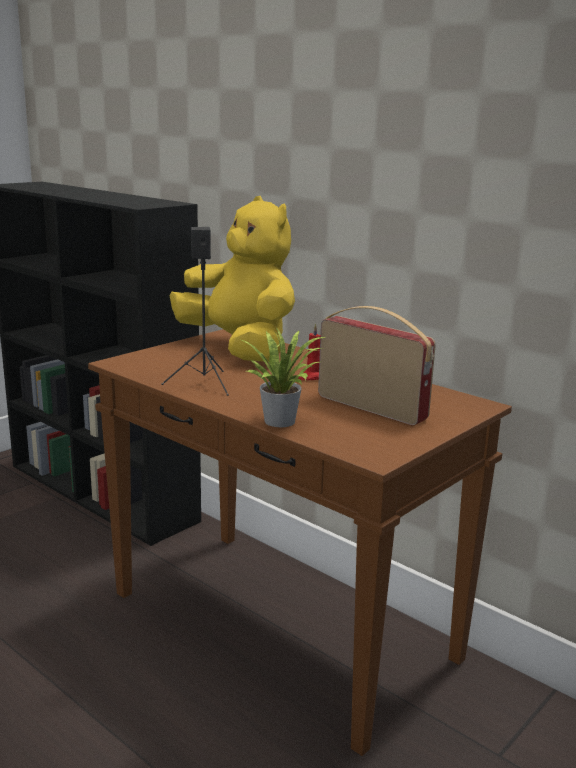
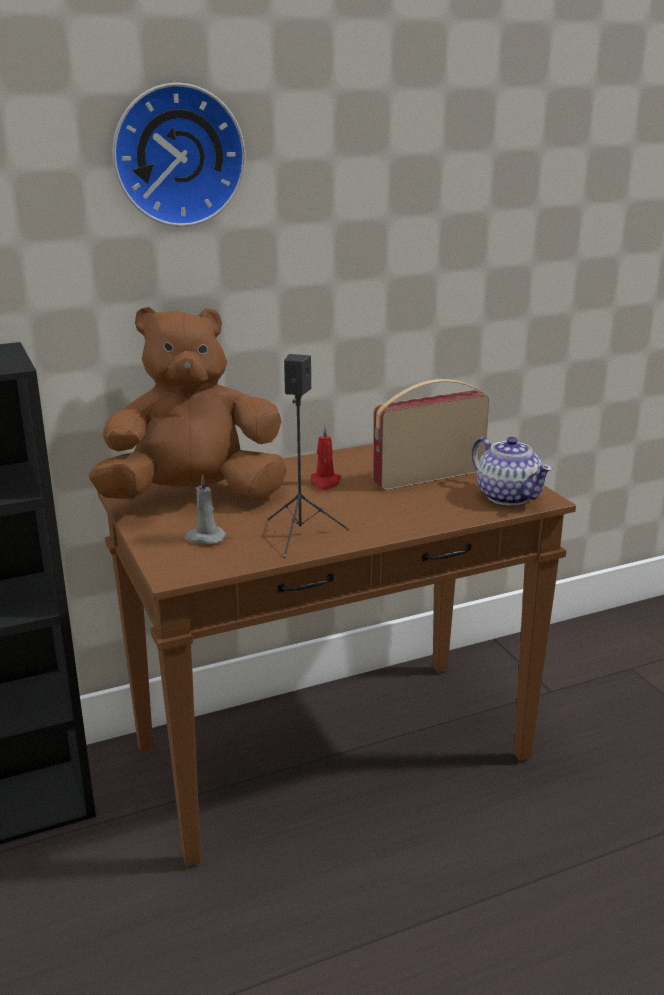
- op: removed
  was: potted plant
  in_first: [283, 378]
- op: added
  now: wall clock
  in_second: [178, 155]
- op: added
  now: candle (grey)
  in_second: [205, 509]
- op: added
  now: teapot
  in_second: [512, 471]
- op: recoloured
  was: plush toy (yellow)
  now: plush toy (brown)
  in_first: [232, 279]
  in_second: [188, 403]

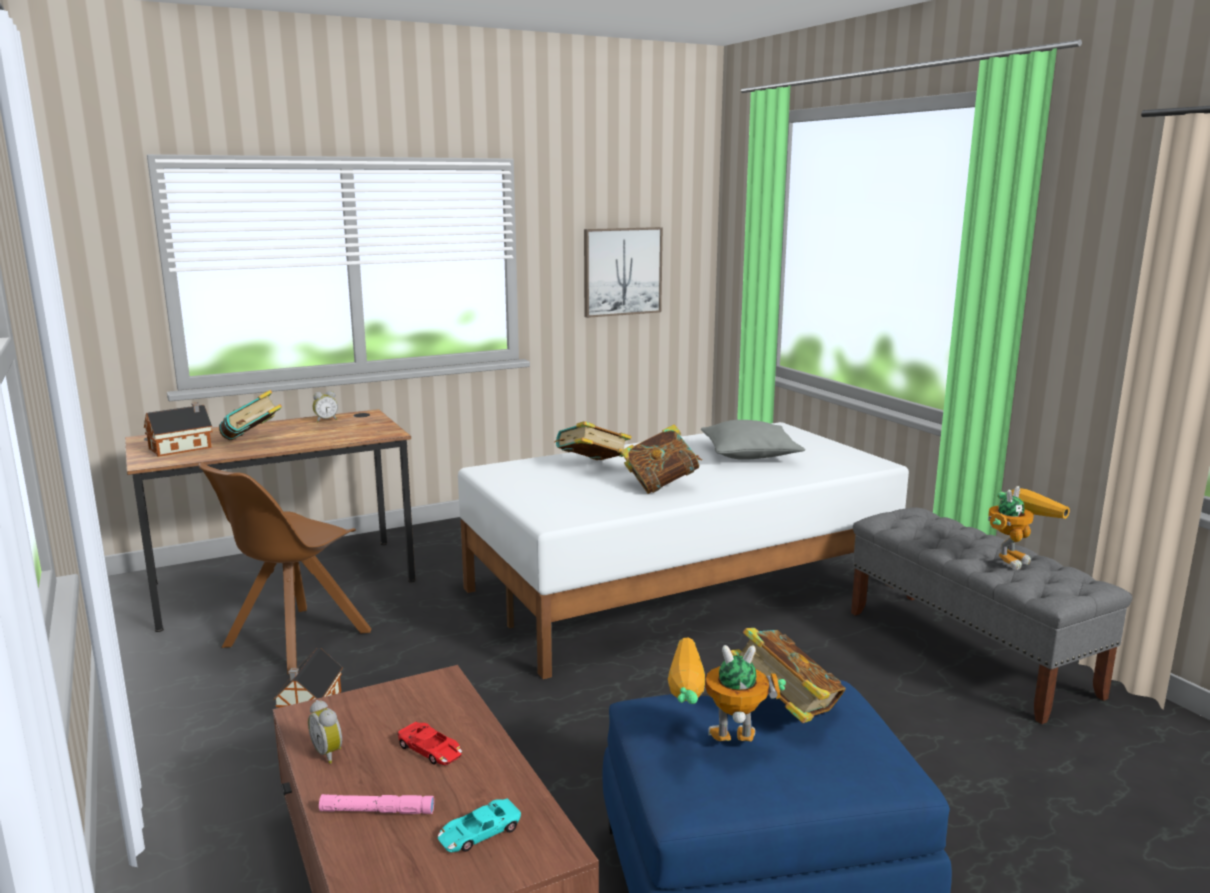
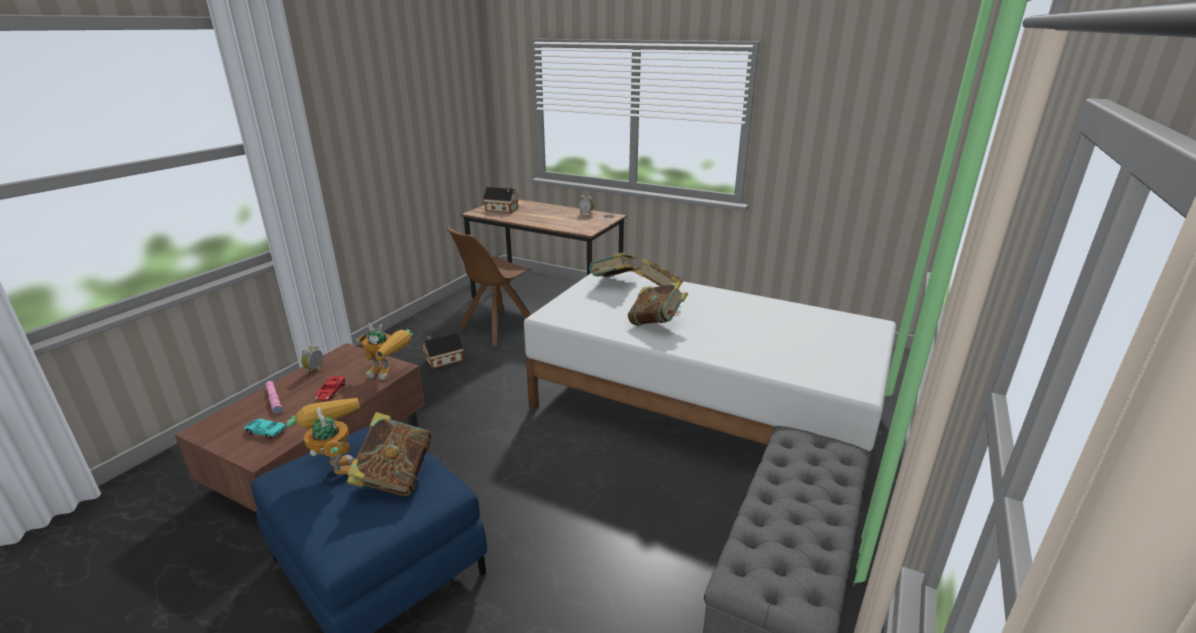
- op: removed
  was: picture
  in_first: [623, 272]
- op: removed
  was: pillow (grey)
  in_first: [753, 440]
- op: moved
  was: book
  in_first: [250, 415]
  in_second: [614, 265]
- op: moved
  was: toy robot
  in_first: [1029, 528]
  in_second: [384, 351]
- op: turned
  was: chair (brown)
  in_first: [284, 568]
  in_second: [489, 287]
  clockwise: -45

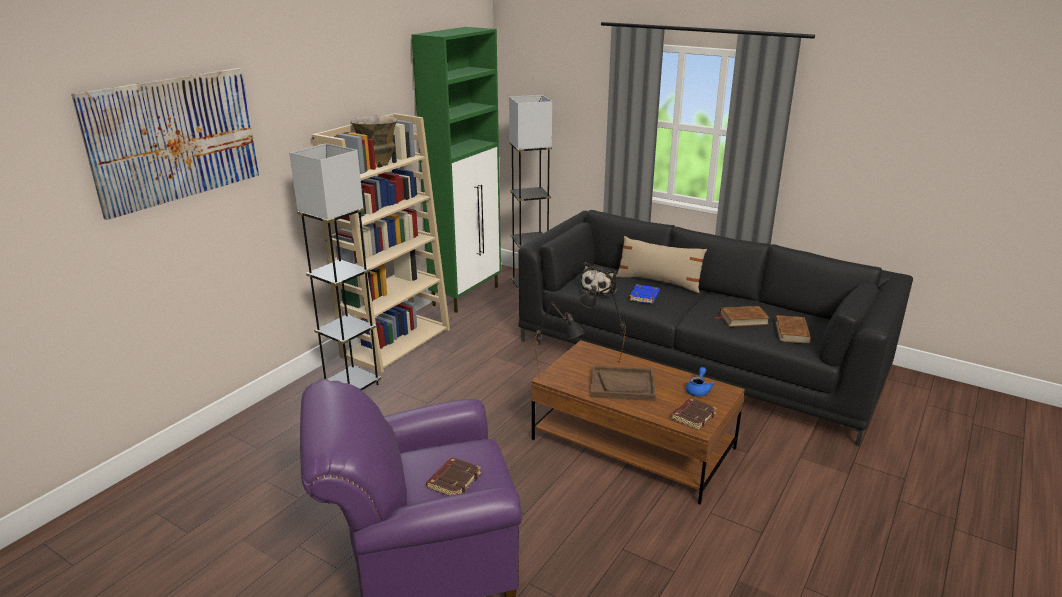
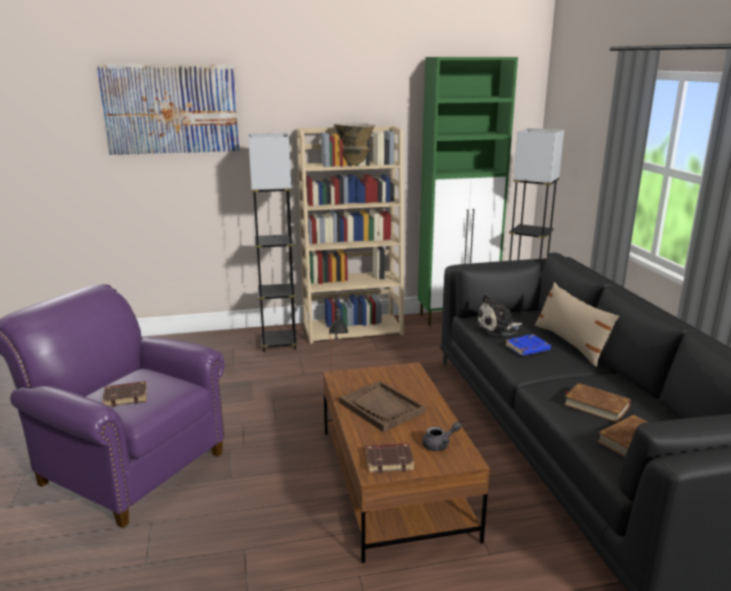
- op: removed
  was: table lamp (black)
  in_first: [602, 324]
- op: recoloured
  was: teapot (blue)
  now: teapot (grey)
  in_first: [700, 382]
  in_second: [441, 436]

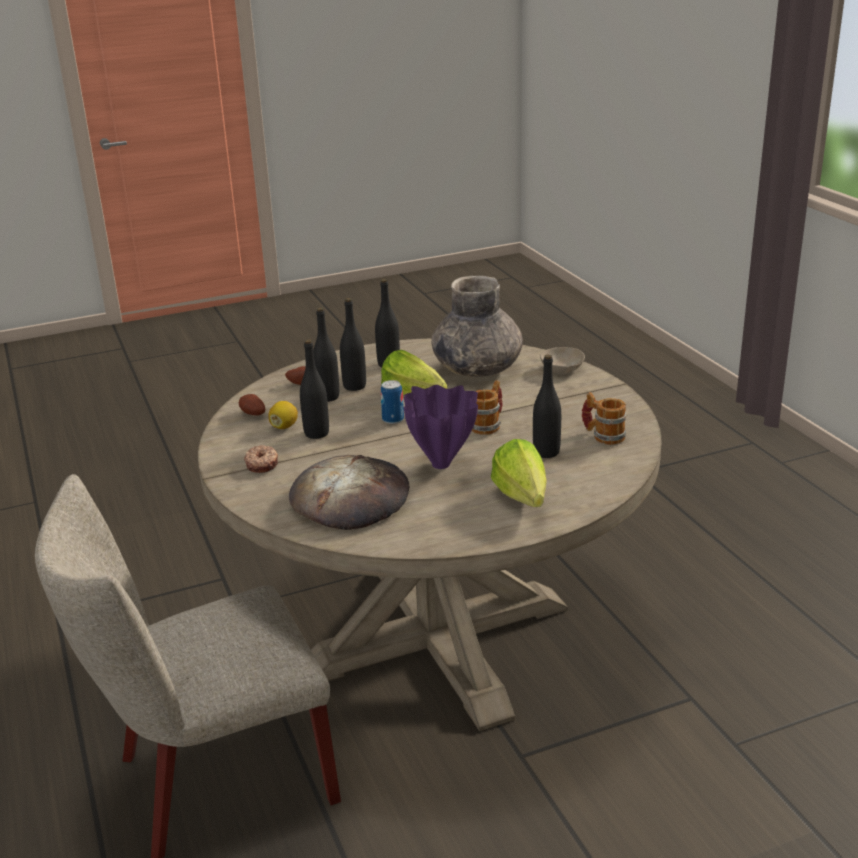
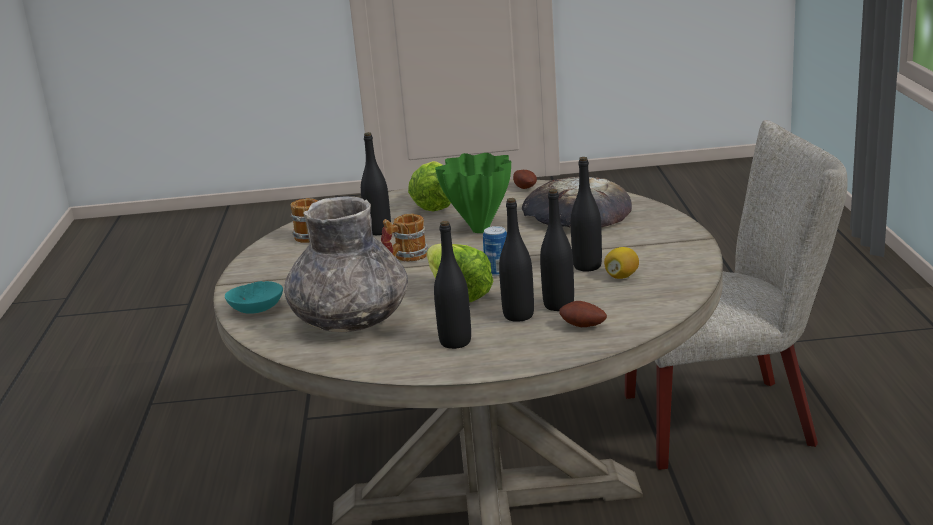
- op: removed
  was: donut
  in_first: [261, 459]
- op: moved
  was: potato
  in_first: [252, 405]
  in_second: [525, 179]
- op: recoloured
  was: vase (purple)
  now: vase (green)
  in_first: [441, 427]
  in_second: [473, 193]
- op: recoloured
  was: bowl (beige)
  now: bowl (turquoise)
  in_first: [562, 360]
  in_second: [254, 297]

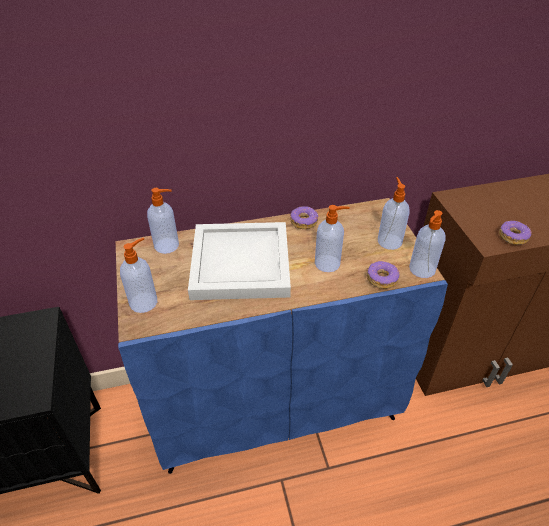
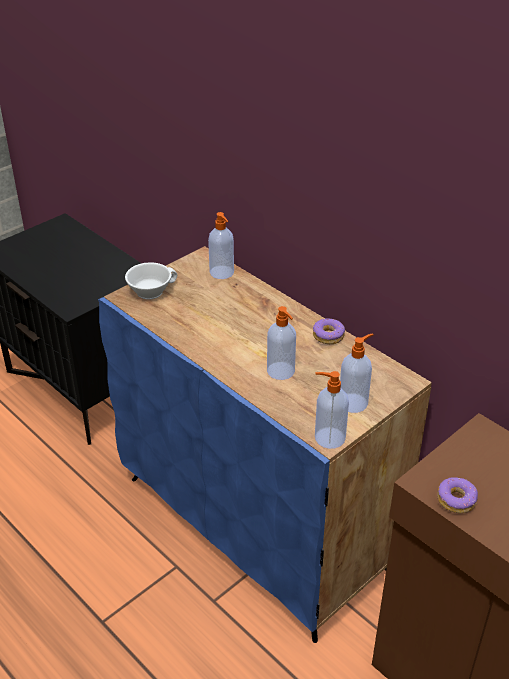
- op: removed
  was: tray (white)
  in_first: [239, 261]
- op: removed
  was: donut
  in_first: [383, 275]
- op: replaced
  was: soap dispenser
  now: cup (white)
  in_first: [138, 275]
  in_second: [151, 280]

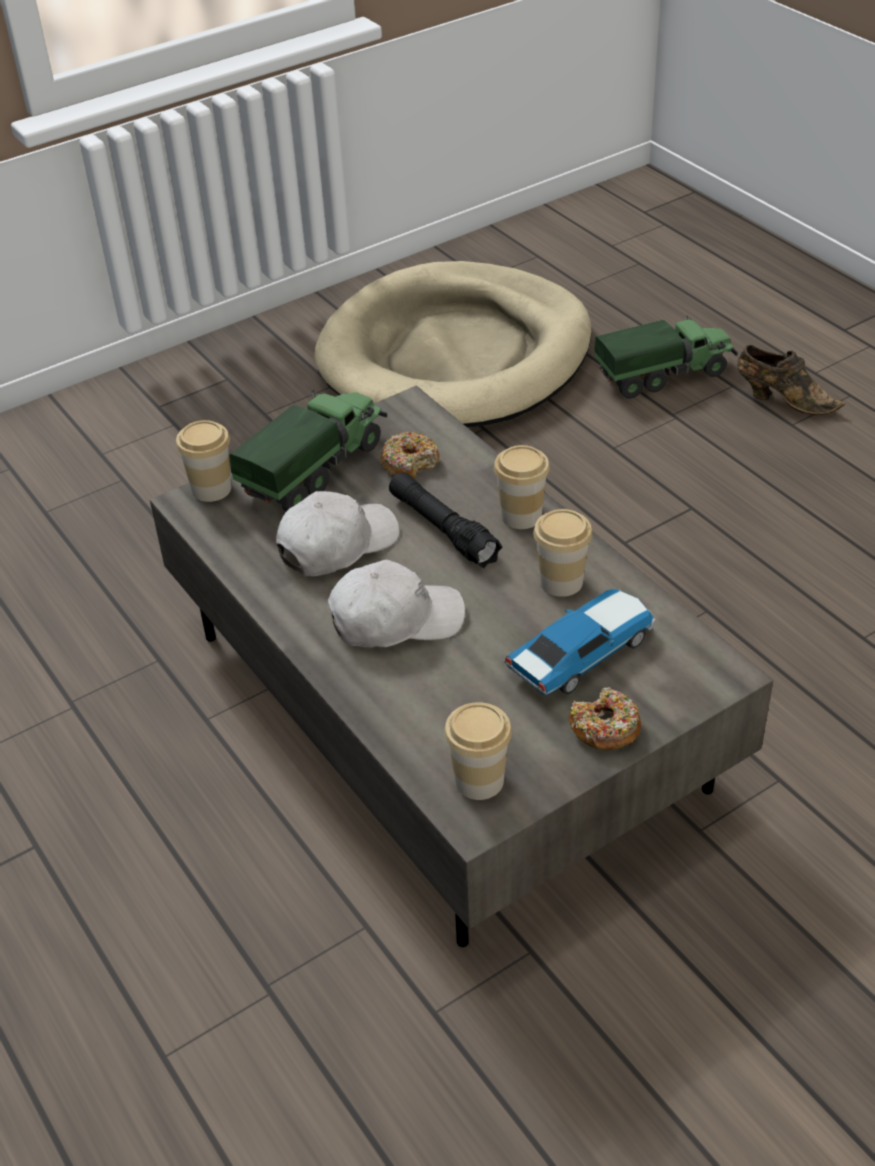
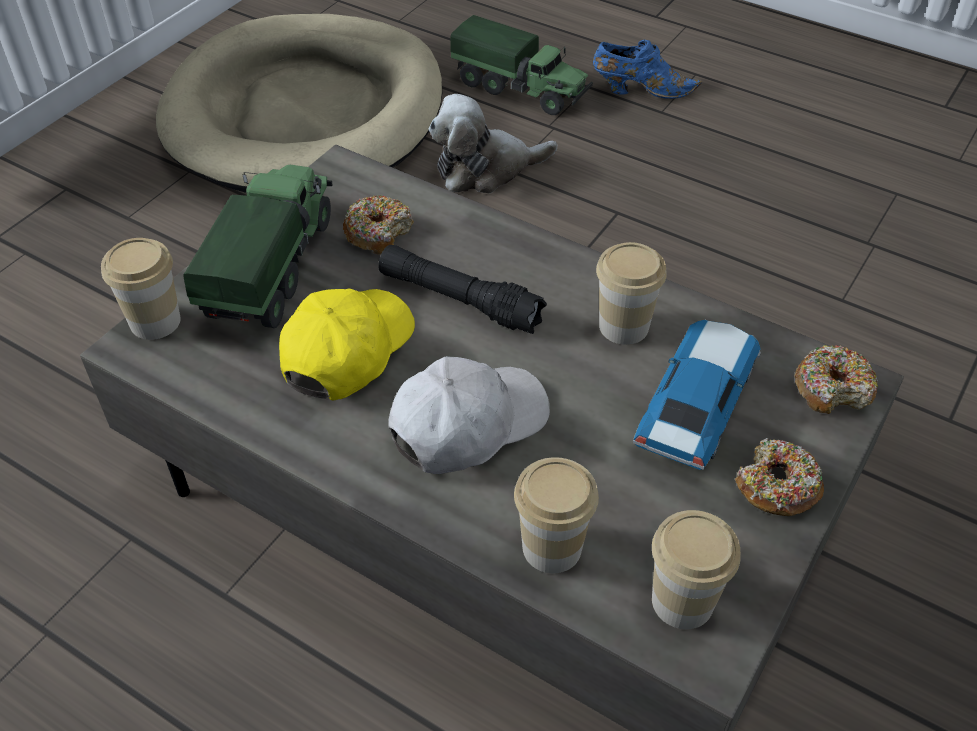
- op: added
  now: plush toy
  in_second: [493, 143]
- op: added
  now: donut
  in_second: [836, 379]
- op: moved
  was: cup
  in_first: [522, 487]
  in_second: [556, 515]
- op: recoloured
  was: cap (white)
  now: cap (yellow)
  in_first: [338, 533]
  in_second: [347, 344]
- op: recoloured
  was: shoe (brown)
  now: shoe (blue)
  in_first: [791, 380]
  in_second: [647, 69]
- op: turned
  was: toy truck
  in_first: [666, 357]
  in_second: [521, 65]
  clockwise: 75

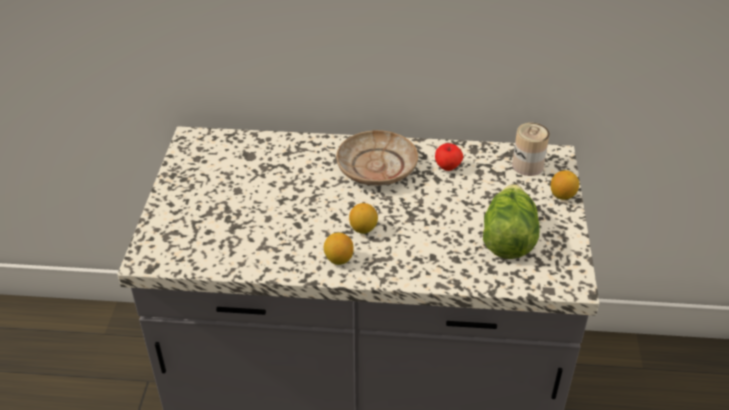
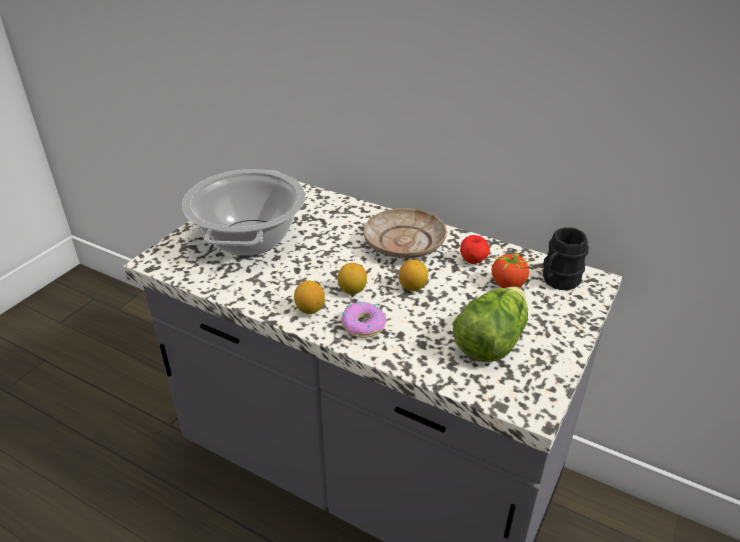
- op: added
  now: cooking pot
  in_second: [243, 212]
- op: added
  now: donut
  in_second: [364, 320]
- op: added
  now: tomato
  in_second: [512, 269]
- op: moved
  was: lemon
  in_first: [565, 185]
  in_second: [413, 275]
- op: replaced
  was: can
  now: mug (black)
  in_first: [531, 149]
  in_second: [566, 258]

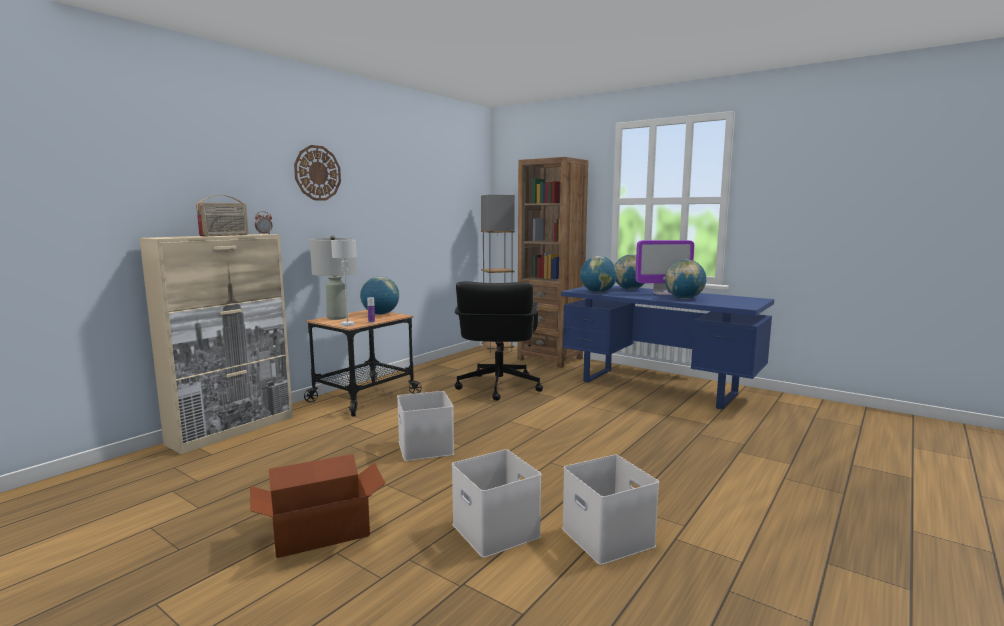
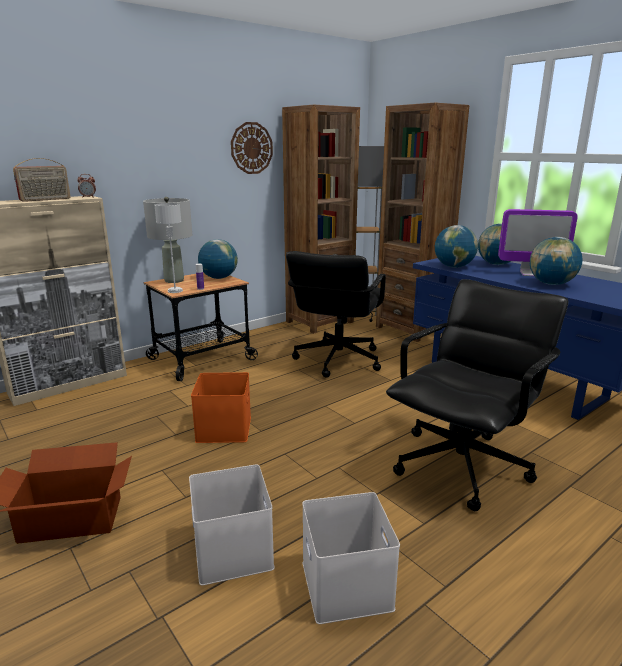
- op: added
  now: bookcase (brown)
  in_second: [321, 219]
- op: added
  now: office chair (black)
  in_second: [477, 395]
- op: moved
  was: wall clock
  in_first: [317, 173]
  in_second: [252, 148]
- op: recoloured
  was: storage box (white)
  now: storage box (orange)
  in_first: [425, 426]
  in_second: [221, 407]

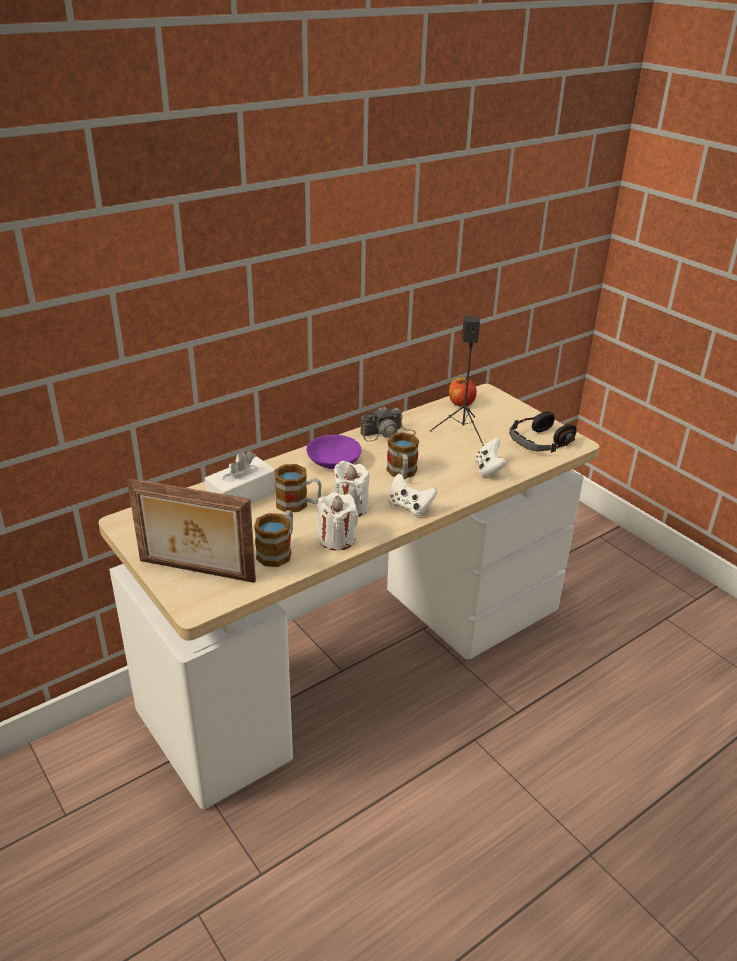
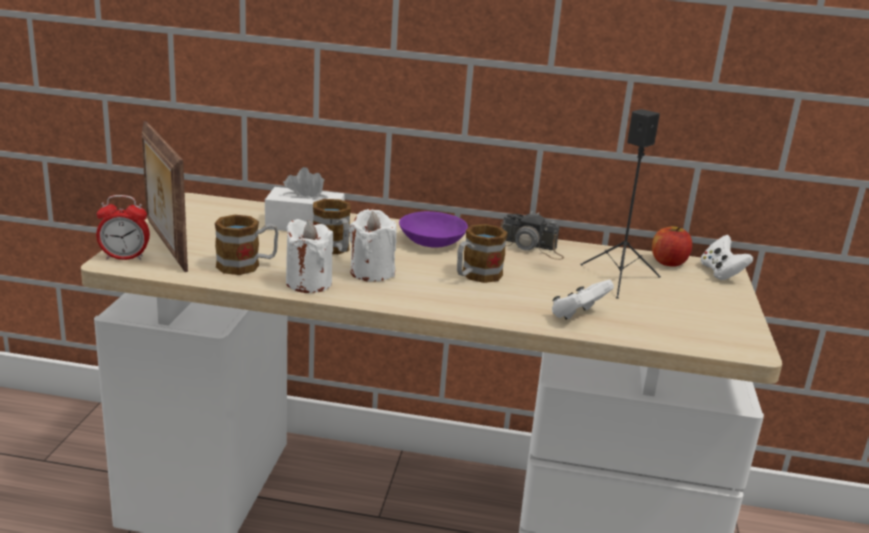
- op: removed
  was: headphones
  in_first: [543, 432]
- op: added
  now: alarm clock
  in_second: [123, 227]
- op: moved
  was: game controller (white)
  in_first: [413, 494]
  in_second: [726, 257]

